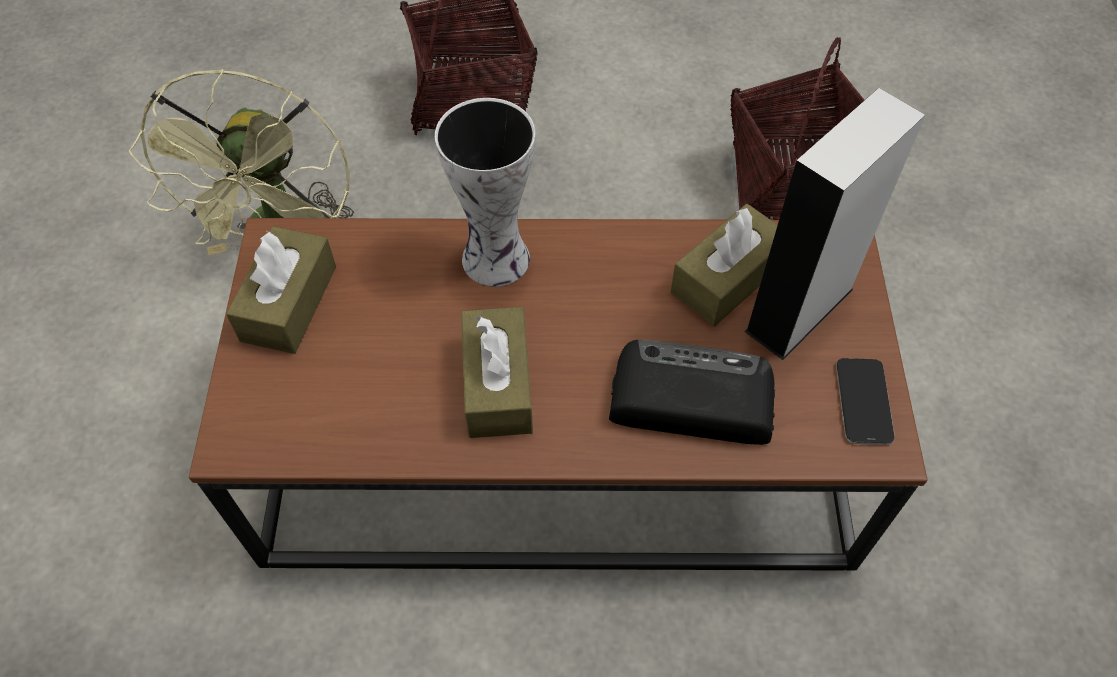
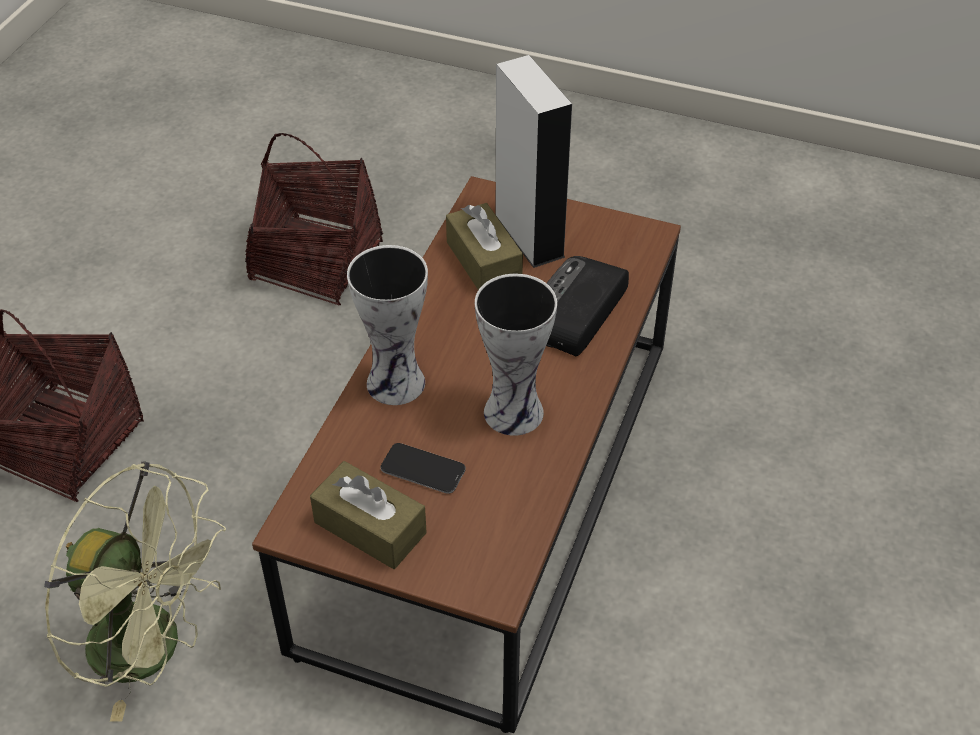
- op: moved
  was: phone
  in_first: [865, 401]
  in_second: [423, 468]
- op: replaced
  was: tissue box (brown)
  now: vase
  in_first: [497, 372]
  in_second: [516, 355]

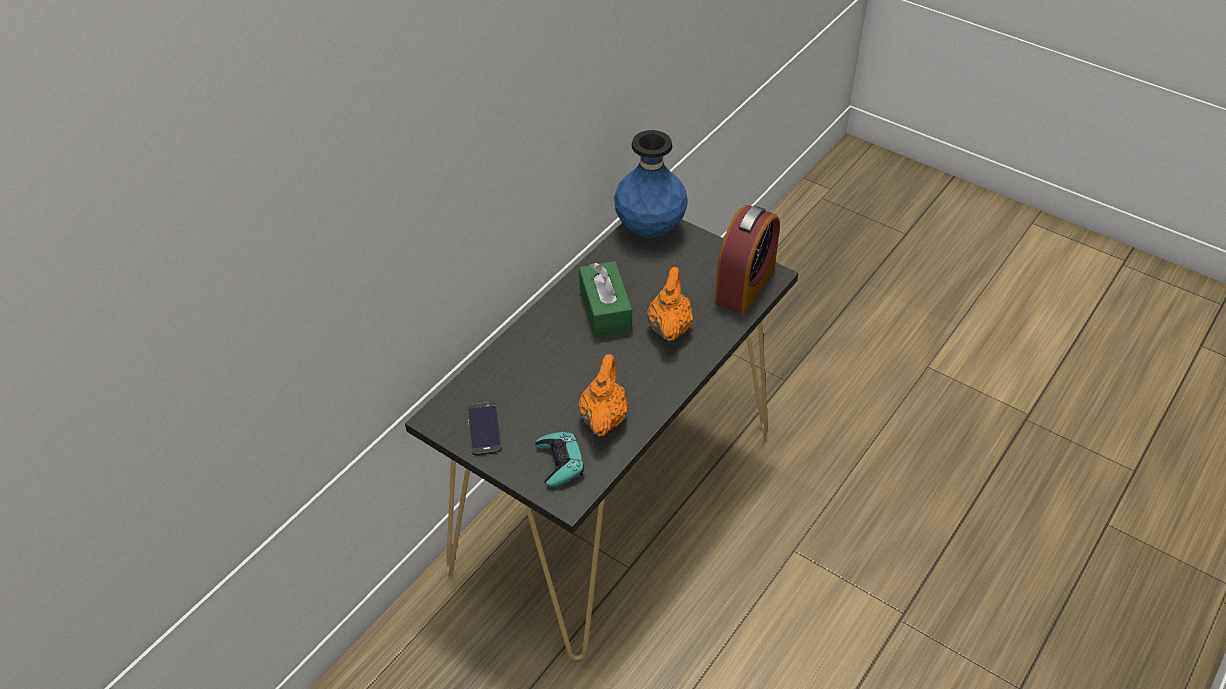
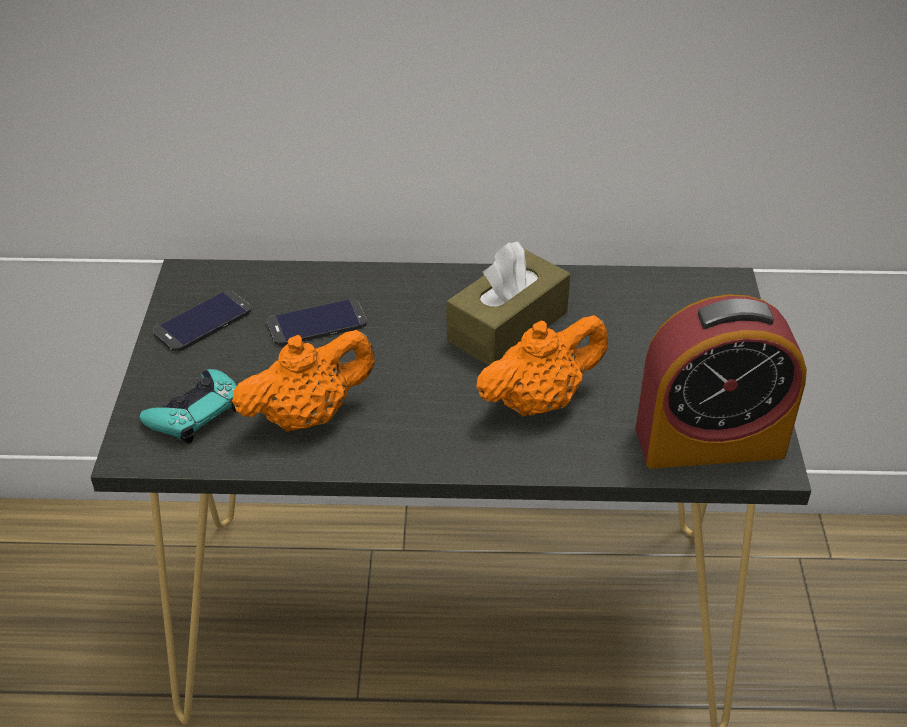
- op: removed
  was: vase (blue)
  in_first: [651, 183]
- op: added
  now: phone
  in_second: [317, 322]
- op: recoloured
  was: tissue box (green)
  now: tissue box (brown)
  in_first: [605, 299]
  in_second: [508, 304]

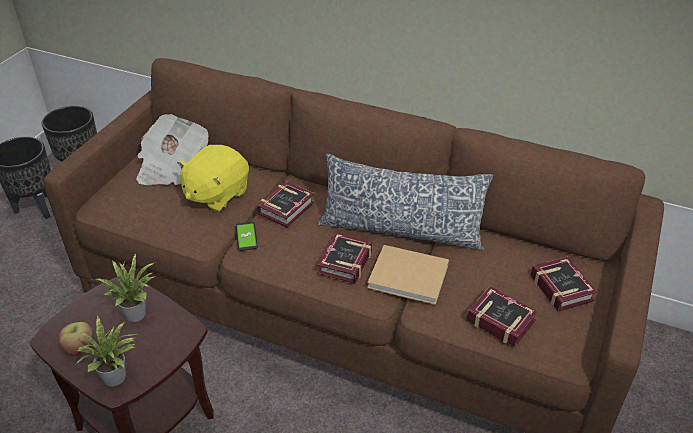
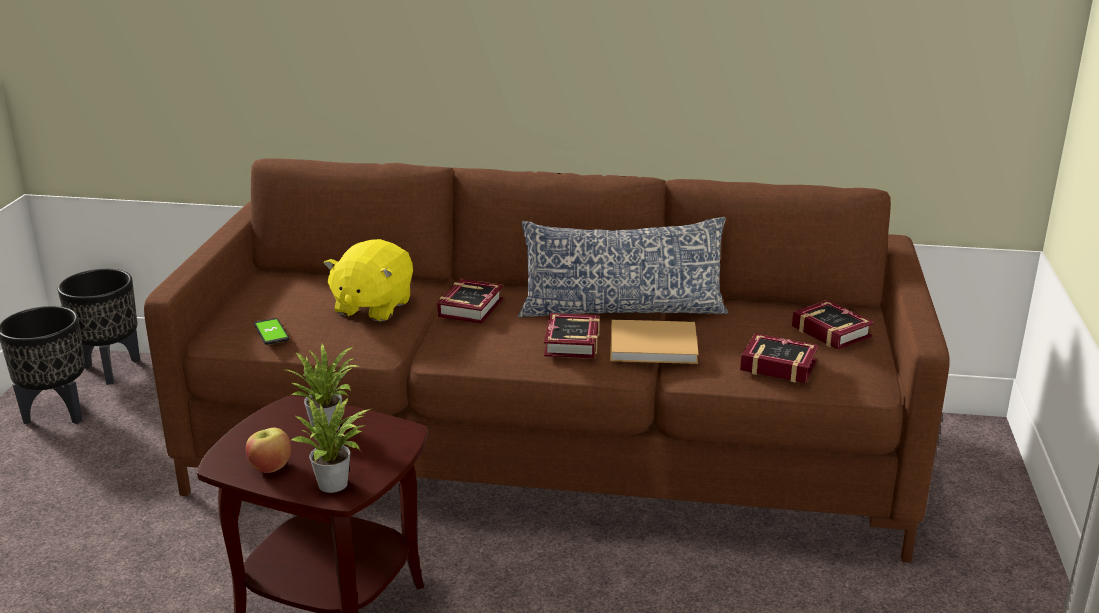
- op: removed
  was: newspaper
  in_first: [172, 149]
- op: moved
  was: phone
  in_first: [247, 236]
  in_second: [271, 331]

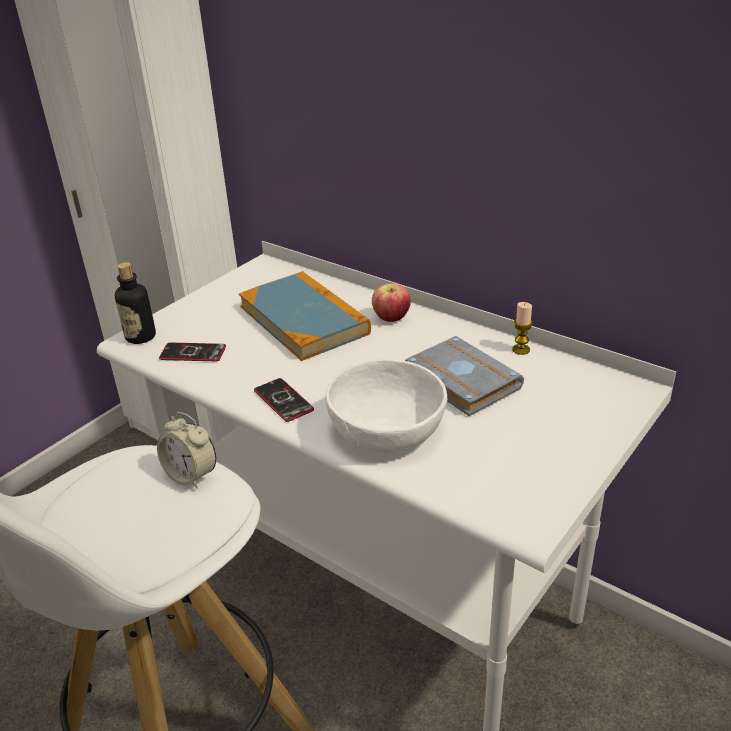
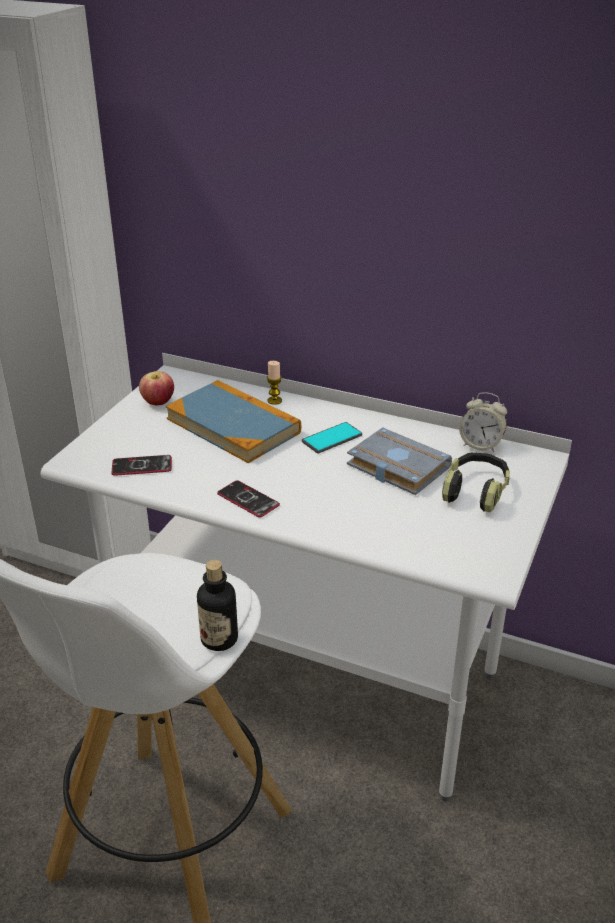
- op: removed
  was: bowl (white)
  in_first: [386, 406]
- op: added
  now: phone
  in_second: [332, 438]
- op: added
  now: headphones
  in_second: [476, 482]
- op: moved
  was: bottle
  in_first: [135, 303]
  in_second: [217, 605]
- op: moved
  was: alarm clock
  in_first: [186, 450]
  in_second: [483, 422]
- op: moved
  was: apple
  in_first: [391, 303]
  in_second: [156, 388]
- op: moved
  was: candle
  in_first: [522, 328]
  in_second: [274, 383]

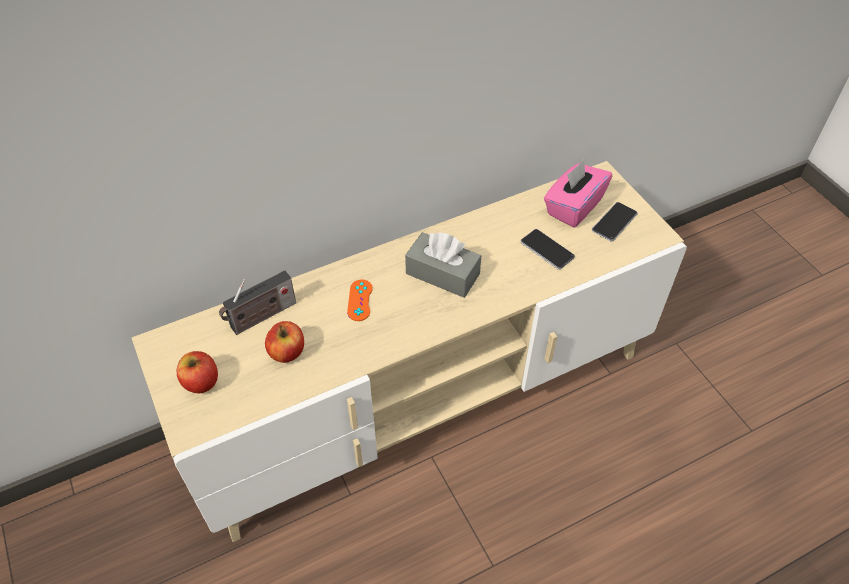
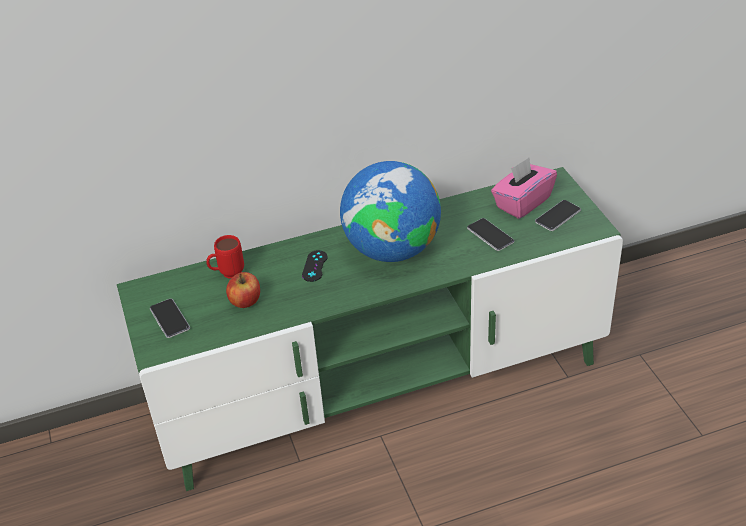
- op: replaced
  was: apple
  now: phone
  in_first: [197, 372]
  in_second: [170, 318]
- op: replaced
  was: radio
  now: mug (red)
  in_first: [257, 302]
  in_second: [225, 257]
- op: replaced
  was: tissue box (grey)
  now: globe
  in_first: [443, 265]
  in_second: [390, 211]
- op: recoloured
  was: tv stand (beige)
  now: tv stand (green)
  in_first: [409, 351]
  in_second: [370, 329]
- op: recoloured
  was: game controller (orange)
  now: game controller (black)
  in_first: [360, 300]
  in_second: [314, 266]

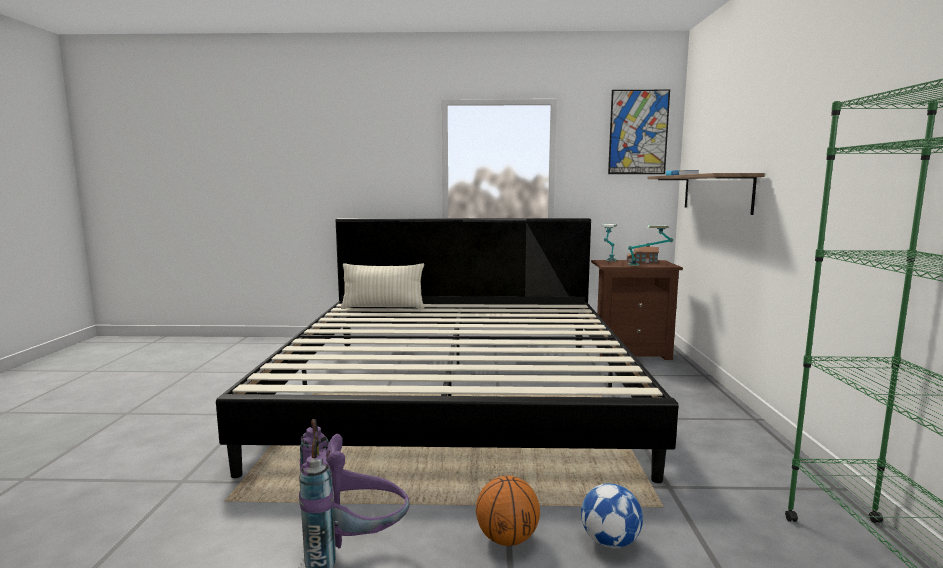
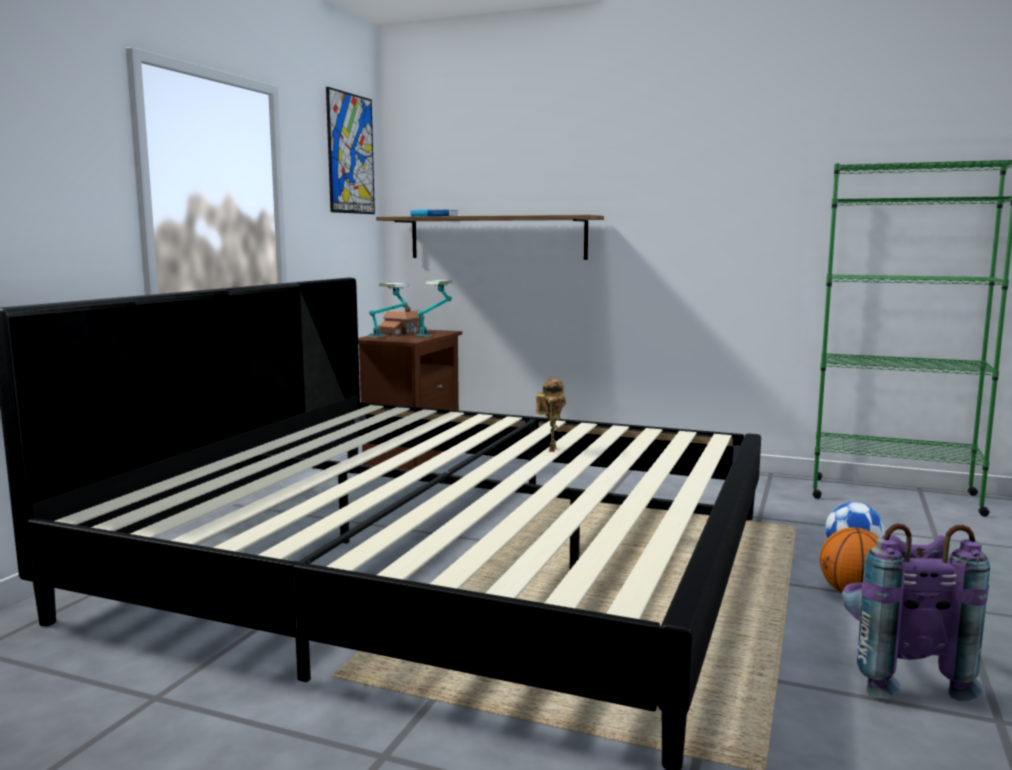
- op: removed
  was: pillow (beige)
  in_first: [383, 286]
- op: added
  now: toy robot
  in_second: [551, 415]

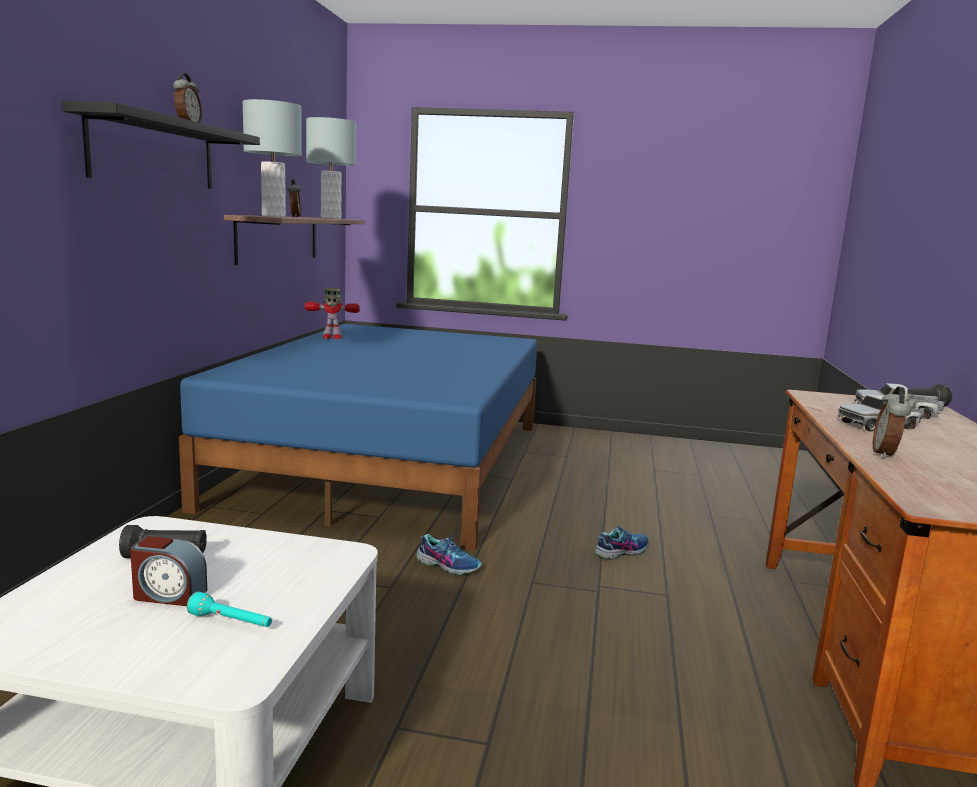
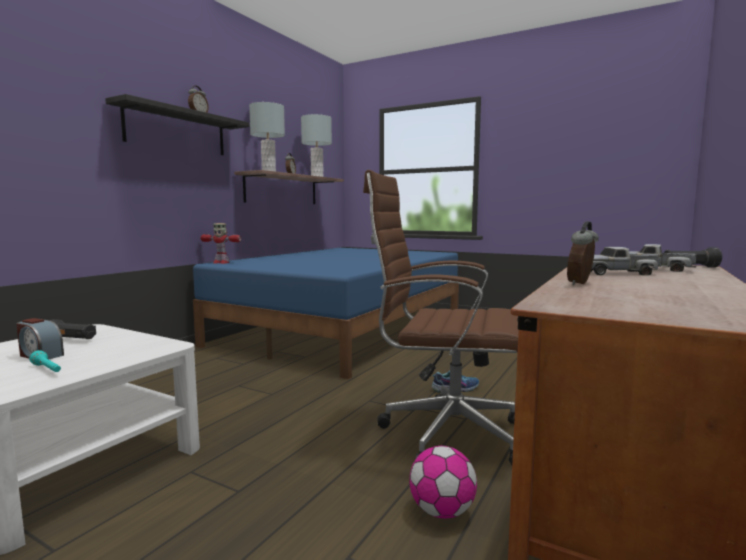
- op: removed
  was: shoe
  in_first: [449, 553]
- op: added
  now: office chair (brown)
  in_second: [441, 317]
- op: added
  now: football
  in_second: [443, 482]
- op: moved
  was: toy robot
  in_first: [332, 313]
  in_second: [220, 243]

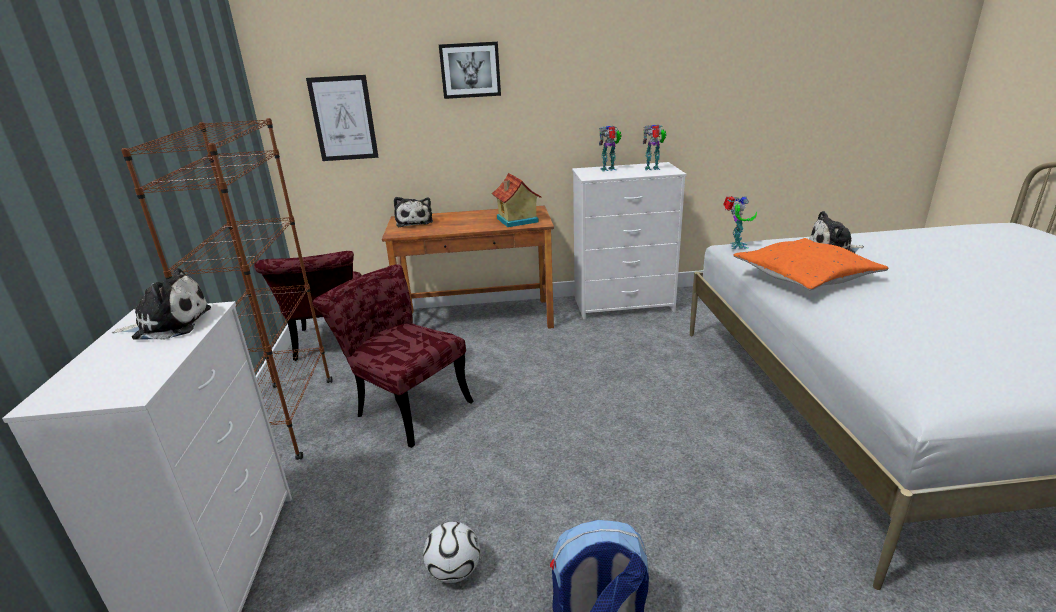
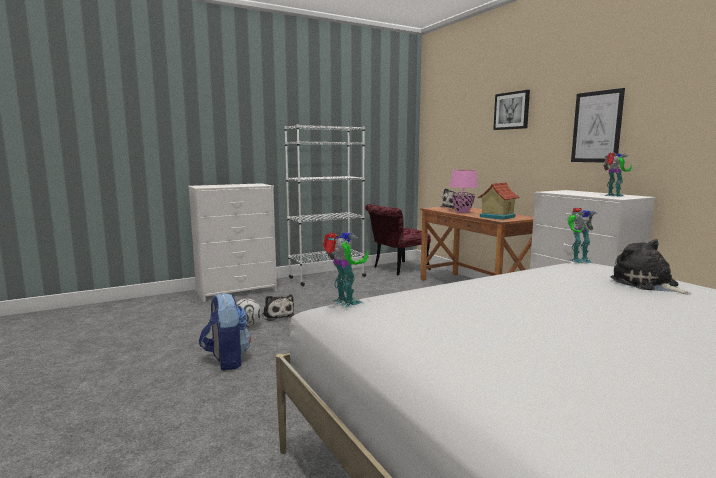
- op: removed
  was: chair (red)
  in_first: [393, 356]
- op: removed
  was: pillow (orange)
  in_first: [810, 264]
- op: added
  now: table lamp (pink)
  in_second: [463, 191]
- op: moved
  was: plush toy
  in_first: [161, 304]
  in_second: [278, 307]
- op: moved
  was: picture
  in_first: [342, 118]
  in_second: [598, 125]
- op: moved
  was: toy robot
  in_first: [610, 148]
  in_second: [346, 269]
- op: recoloured
  was: bookcase (brown)
  now: bookcase (white)
  in_first: [227, 289]
  in_second: [325, 205]

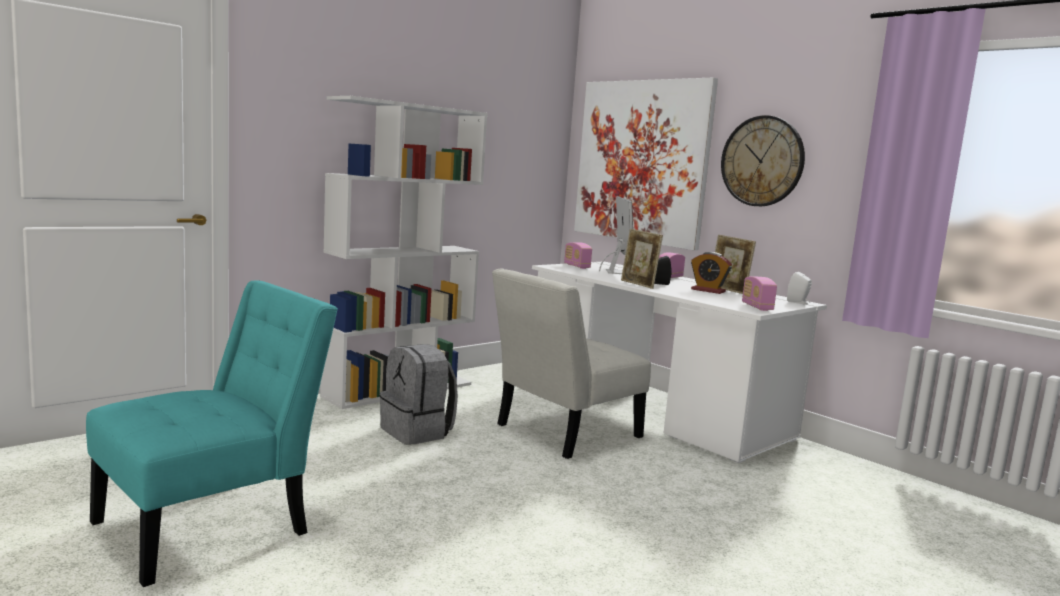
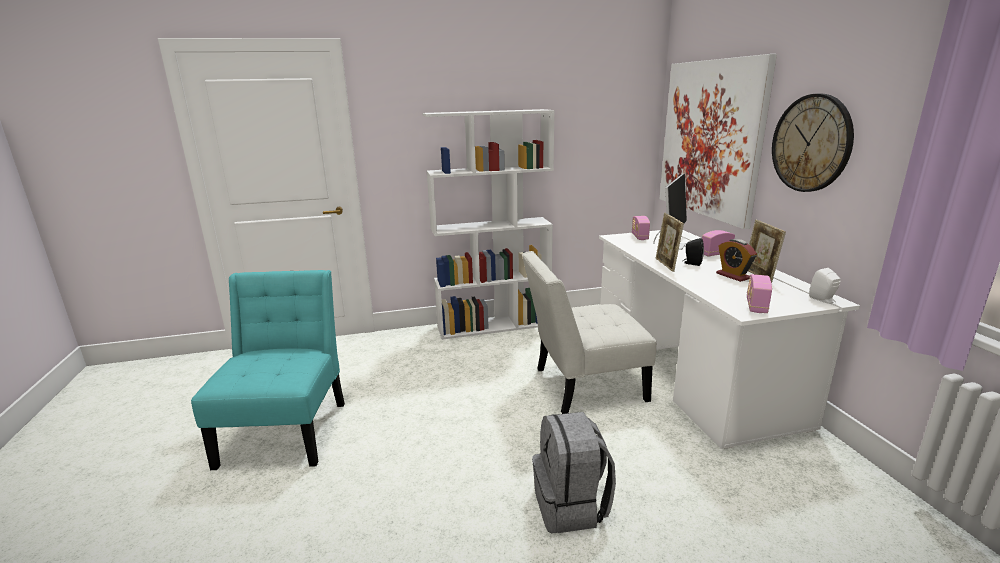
- op: moved
  was: backpack (grey)
  in_first: [419, 394]
  in_second: [574, 473]
- op: turned
  was: chair (turquoise)
  in_first: [212, 434]
  in_second: [268, 370]
  clockwise: -75

